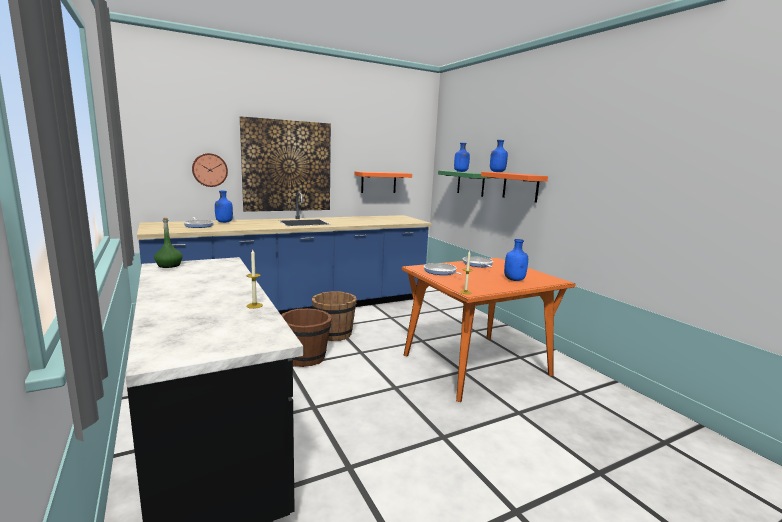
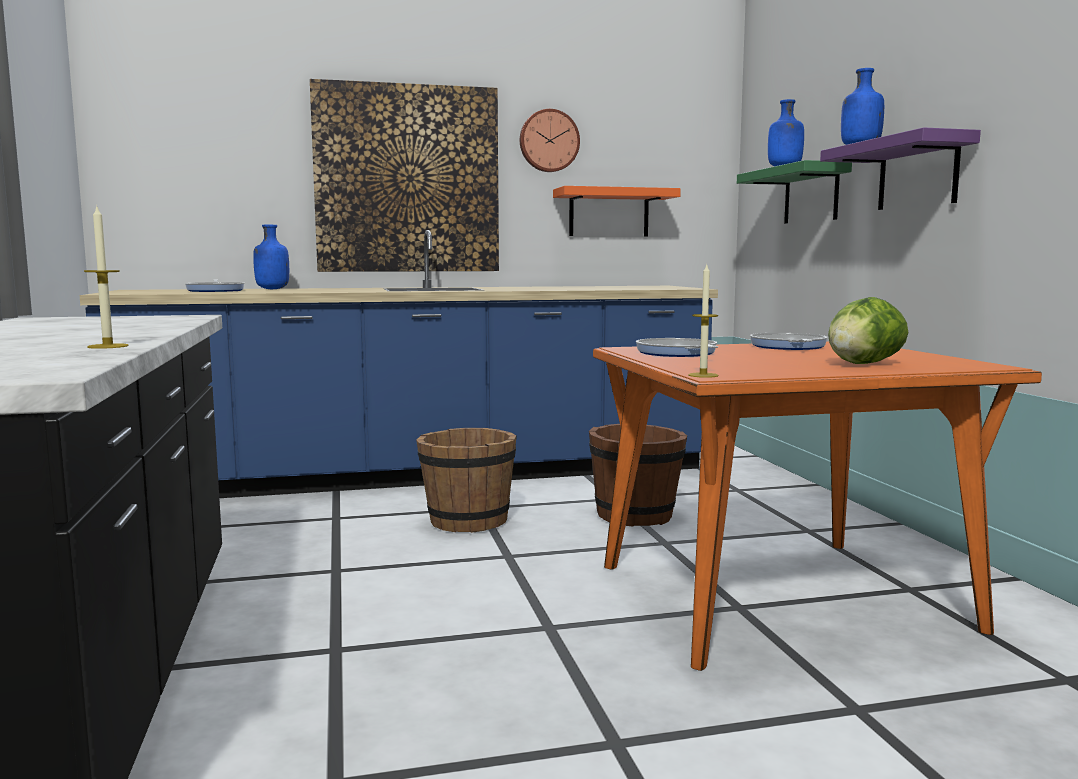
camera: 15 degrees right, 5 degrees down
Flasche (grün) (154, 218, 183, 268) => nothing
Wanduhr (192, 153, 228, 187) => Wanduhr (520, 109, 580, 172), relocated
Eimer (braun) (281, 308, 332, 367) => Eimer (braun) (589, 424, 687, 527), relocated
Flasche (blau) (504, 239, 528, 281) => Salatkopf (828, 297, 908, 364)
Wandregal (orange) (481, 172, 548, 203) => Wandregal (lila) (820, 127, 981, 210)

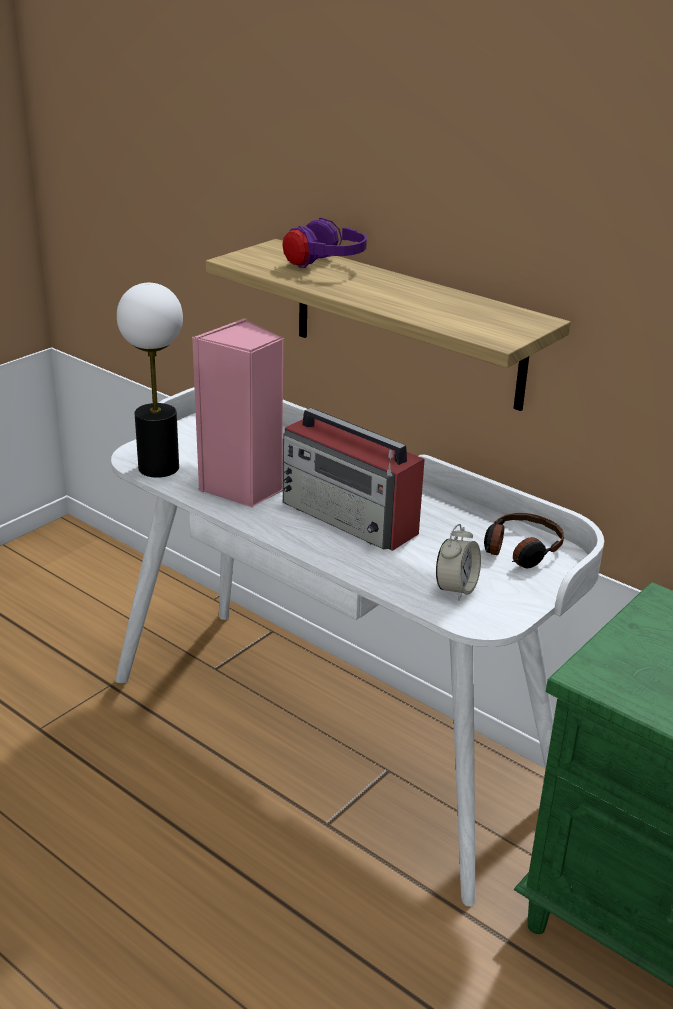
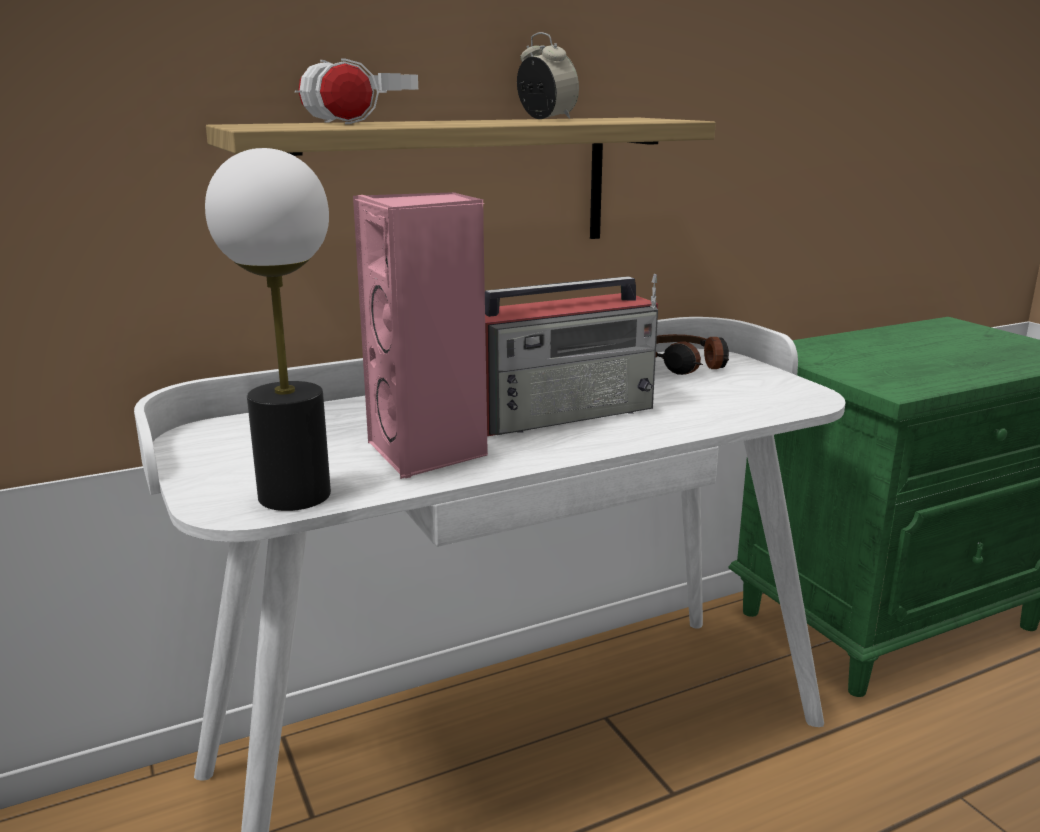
camera: 65 degrees left, 10 degrees down
Wecker (436, 524, 481, 601) => Wecker (517, 32, 579, 119), relocated
Kopfhörer (lila) (282, 218, 367, 268) => Kopfhörer (weiß) (295, 59, 418, 124)

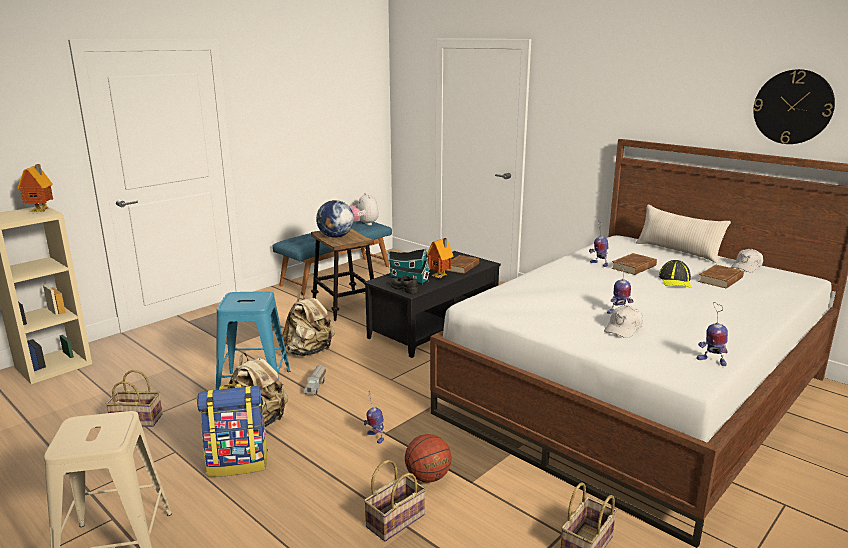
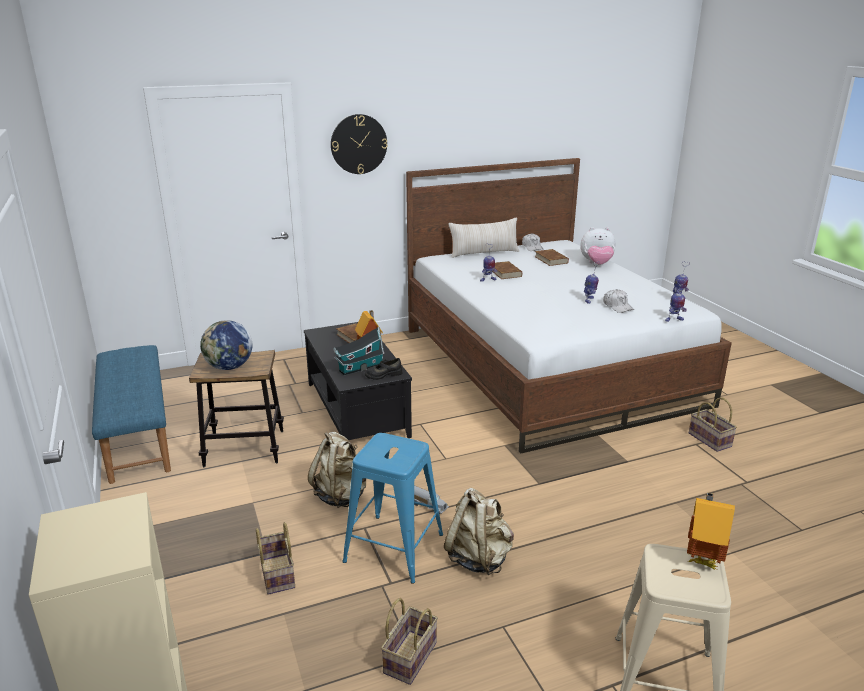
camera: 65 degrees left, 5 degrees up
Rucksack (197, 384, 268, 477) => nothing
Basketball (405, 434, 452, 483) => nothing
Kappe (659, 260, 692, 288) => nothing
Spielzeughaus (17, 164, 53, 212) => Spielzeughaus (687, 492, 735, 569), relocated
Plüschtier (349, 193, 379, 226) => Plüschtier (580, 227, 616, 264), relocated
Spielzeugroboter (364, 391, 384, 444) => Spielzeugroboter (665, 279, 687, 322), relocated
Korb (364, 460, 426, 542) => Korb (256, 522, 295, 595), relocated
Wanduhr (753, 69, 835, 144) => Wanduhr (331, 114, 387, 174), relocated

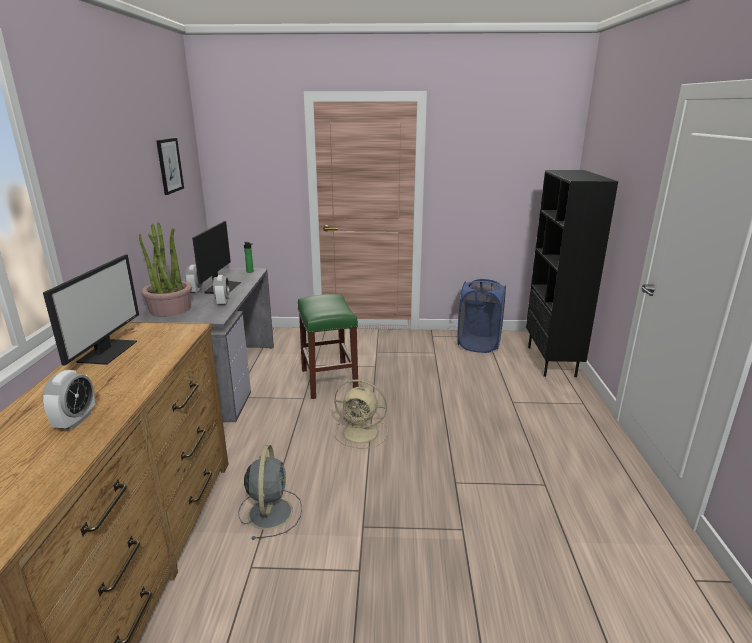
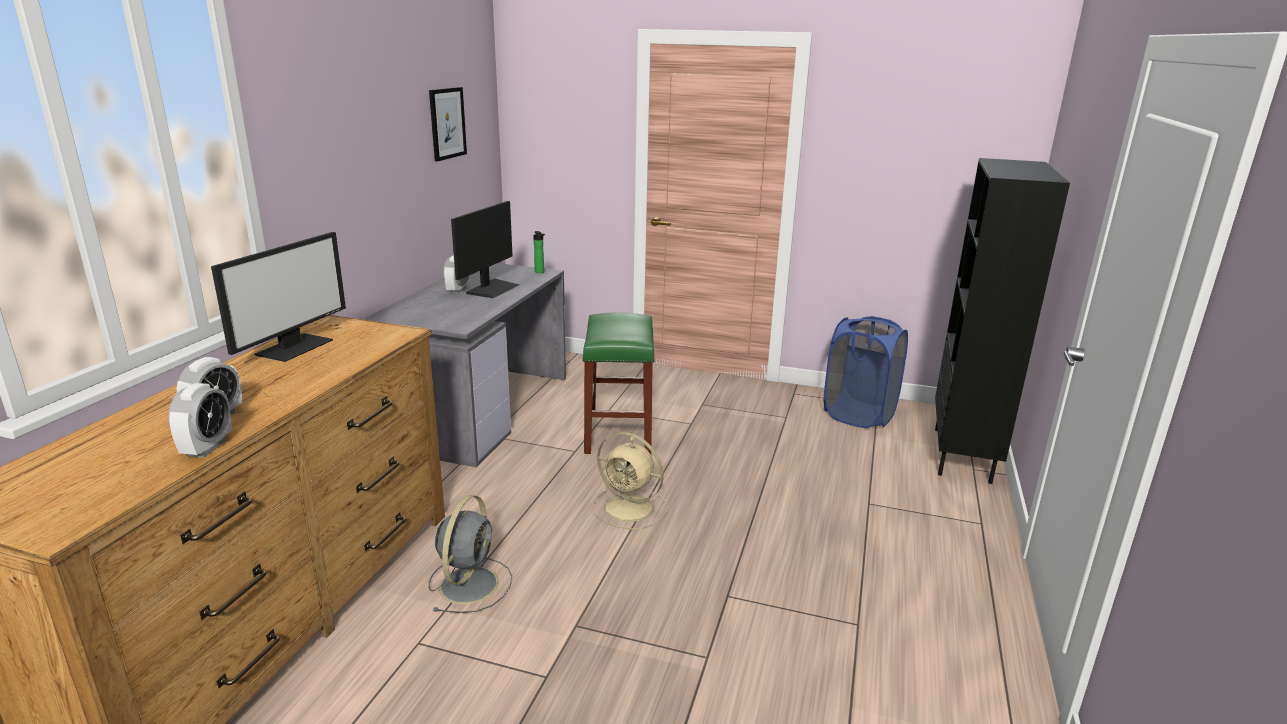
camera: 15 degrees right, 0 degrees up
Topfpflanze (139, 222, 192, 317) => nothing
Wecker (213, 275, 229, 306) => Wecker (168, 383, 232, 458), relocated

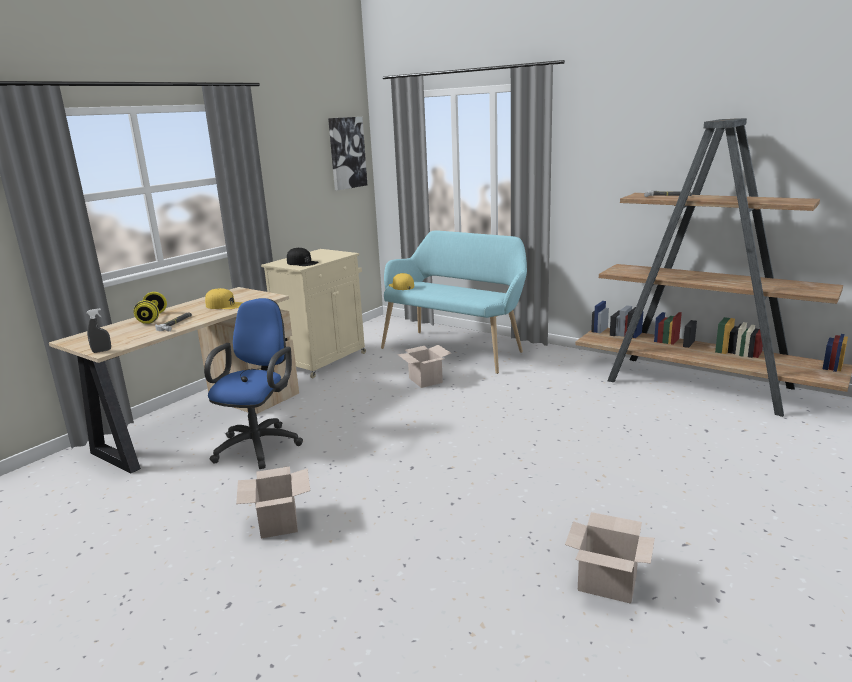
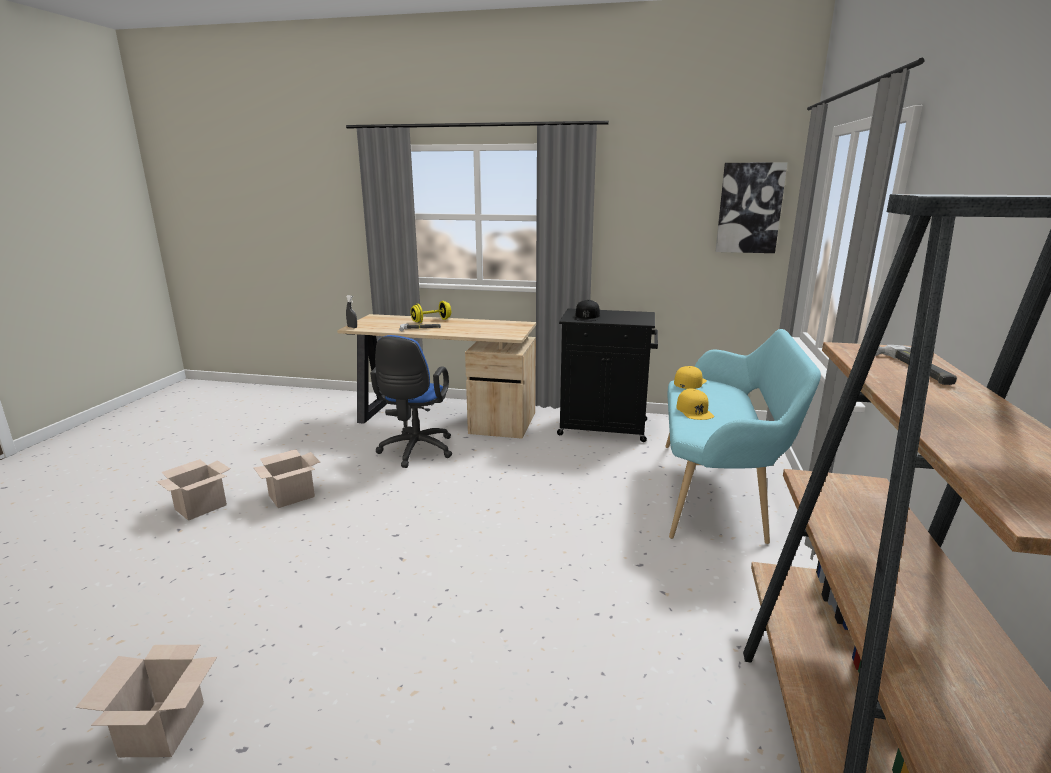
camera: 65 degrees right, 0 degrees up
Kappe (gelb) (205, 288, 243, 309) => Kappe (gelb) (676, 389, 714, 420), relocated
Karton (397, 345, 451, 388) => Karton (156, 459, 231, 521), relocated
Schrank (beige) (261, 249, 366, 378) => Schrank (schwarz) (557, 308, 658, 442)
Bürostuhl (blau) (204, 298, 303, 469) => Bürostuhl (blau) (370, 335, 452, 468), 105 degrees clockwise

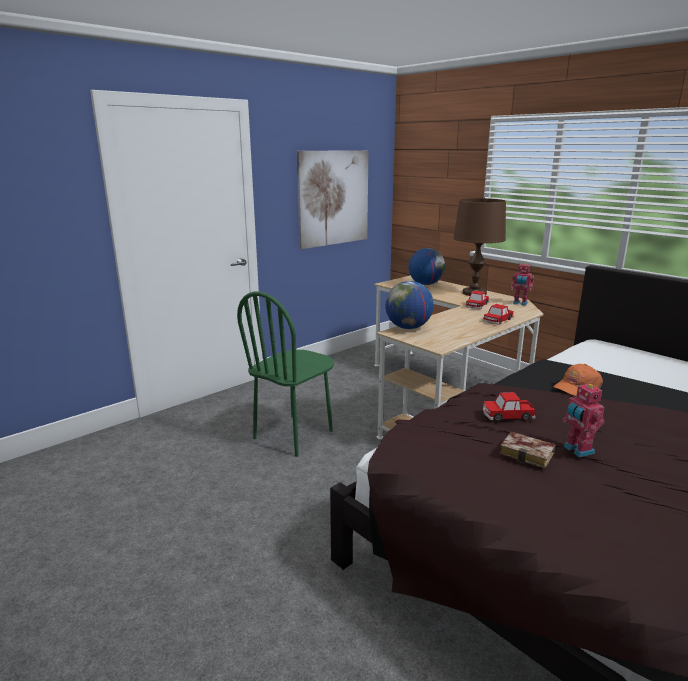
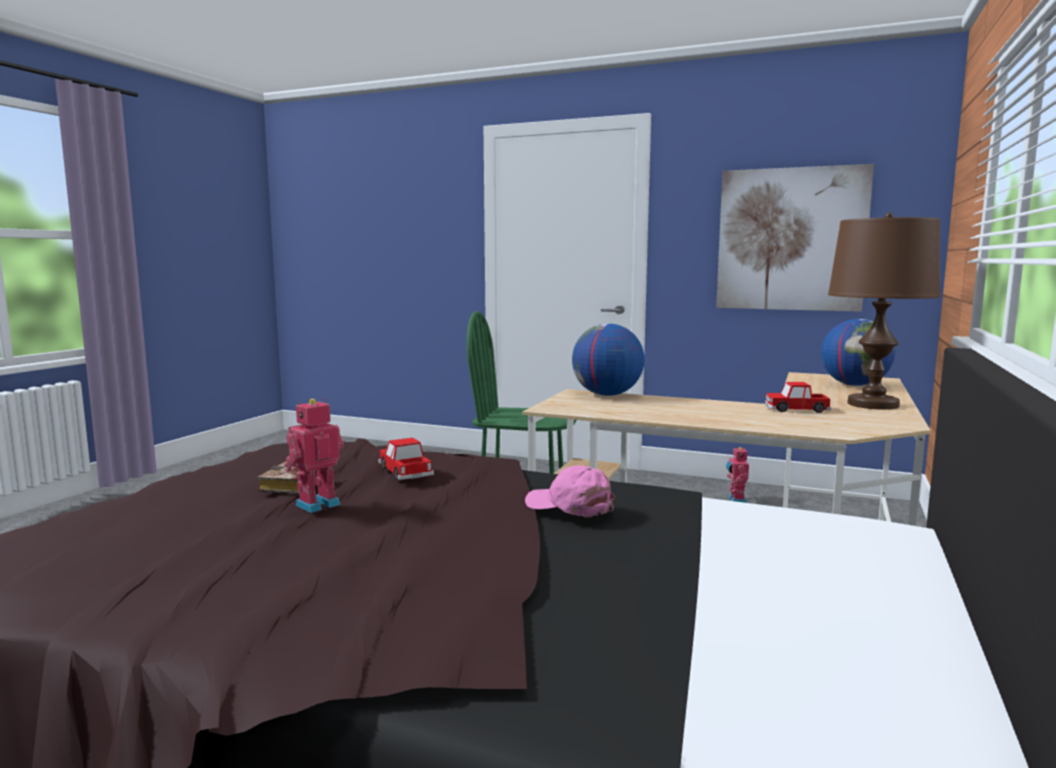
camera: 65 degrees right, 10 degrees down
Spielzeugauto (483, 304, 514, 325) => nothing
Spielzeugroboter (511, 263, 534, 306) => Spielzeugroboter (726, 446, 749, 503), relocated
Kappe (orange) (554, 364, 603, 396) => Kappe (rosa) (525, 465, 616, 517)

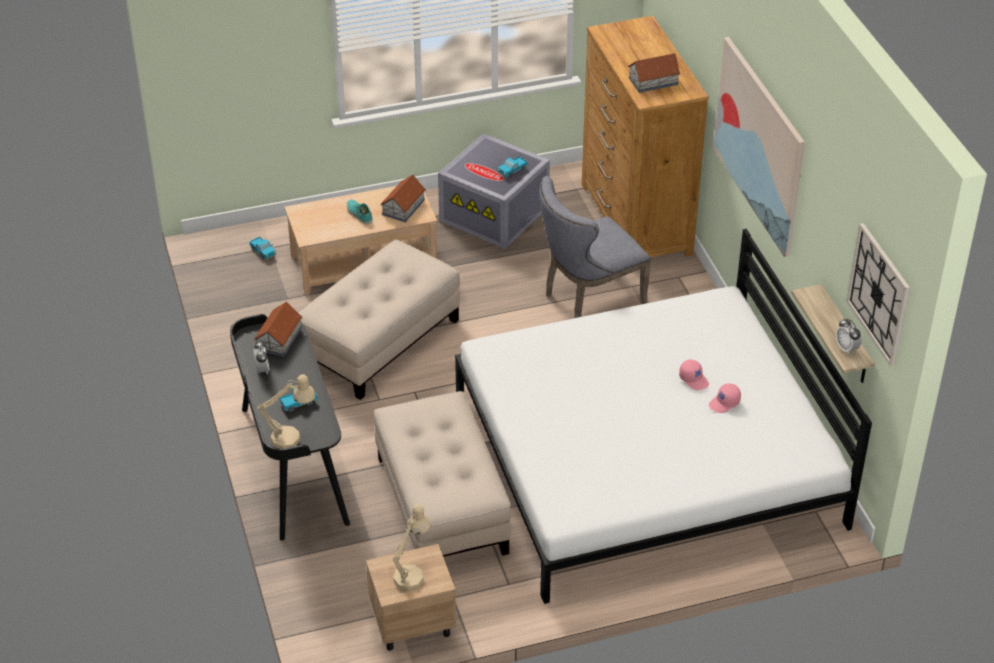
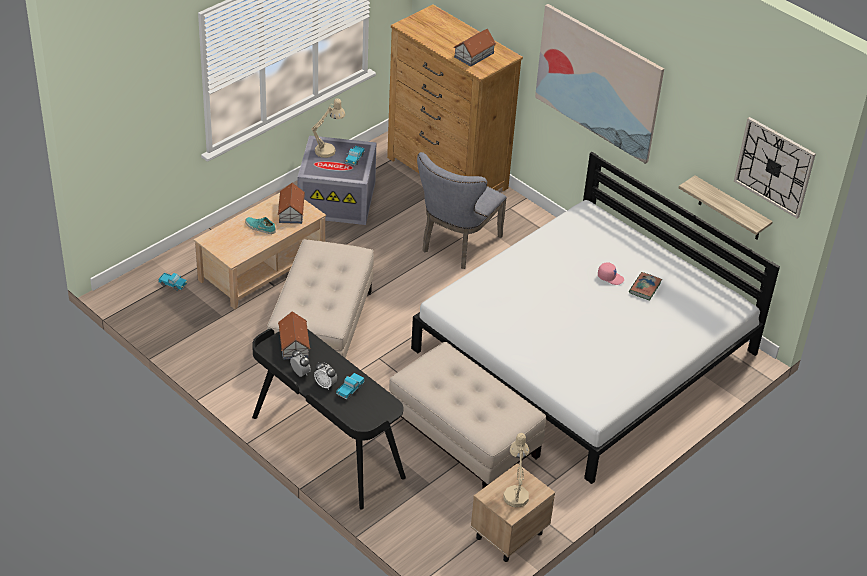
camera: 30 degrees left, 0 degrees up
Tischlampe (beige) (257, 374, 316, 448) => Tischlampe (beige) (311, 98, 345, 158), relocated
Wecker (836, 319, 862, 354) => Wecker (314, 362, 337, 390), relocated
Kappe (rosa) (709, 383, 741, 413) => Buch (629, 272, 662, 300)

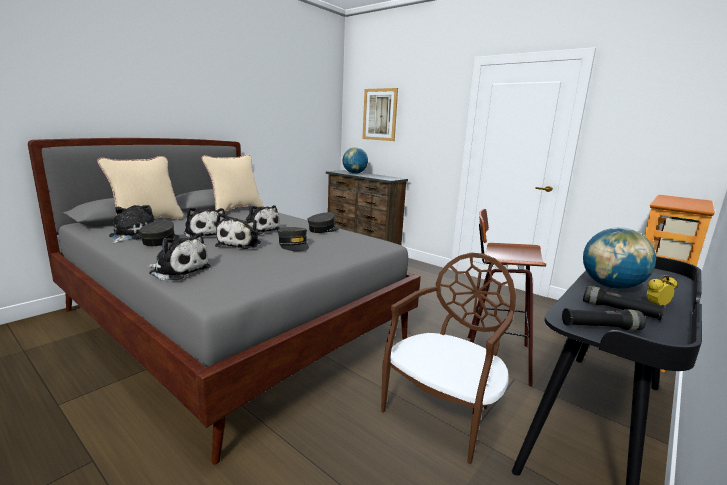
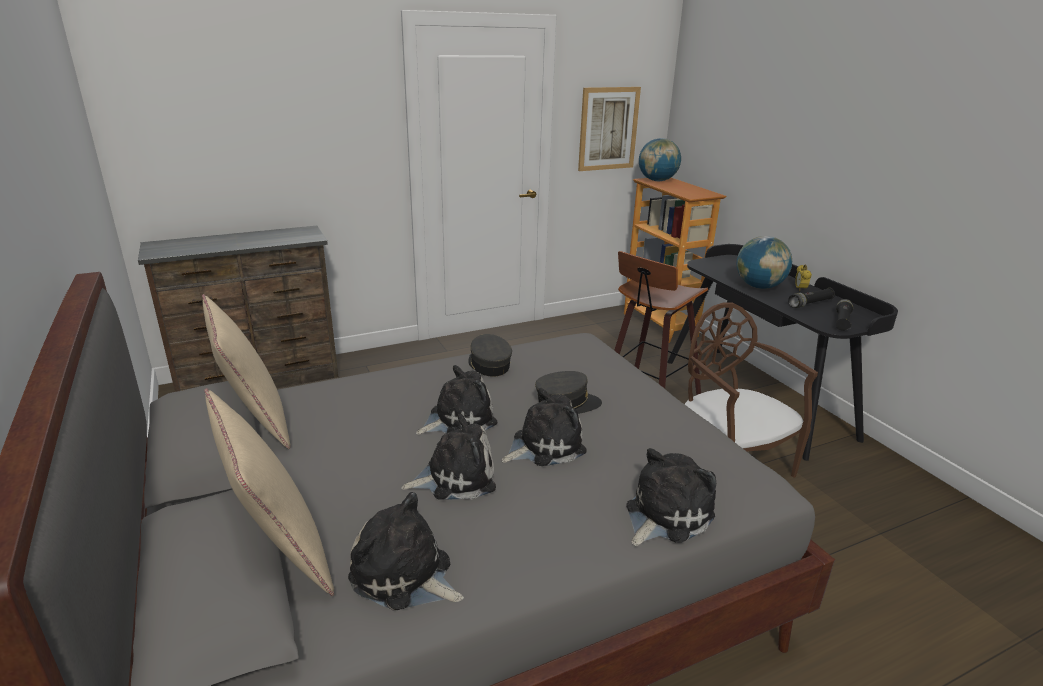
camera: 65 degrees left, 10 degrees up
Kappe (grau) (139, 220, 180, 246) => nothing
Globus (343, 147, 368, 174) => Globus (639, 138, 681, 181), relocated
Bild (362, 88, 398, 141) => Bild (578, 87, 641, 171), relocated
Plüschtier (215, 213, 261, 249) => Plüschtier (501, 388, 587, 466), 60 degrees counterclockwise

